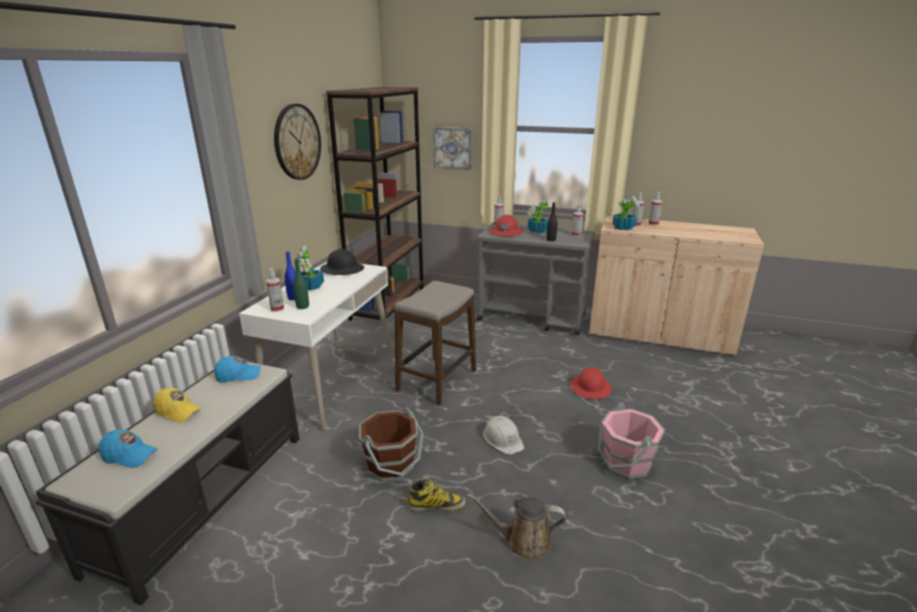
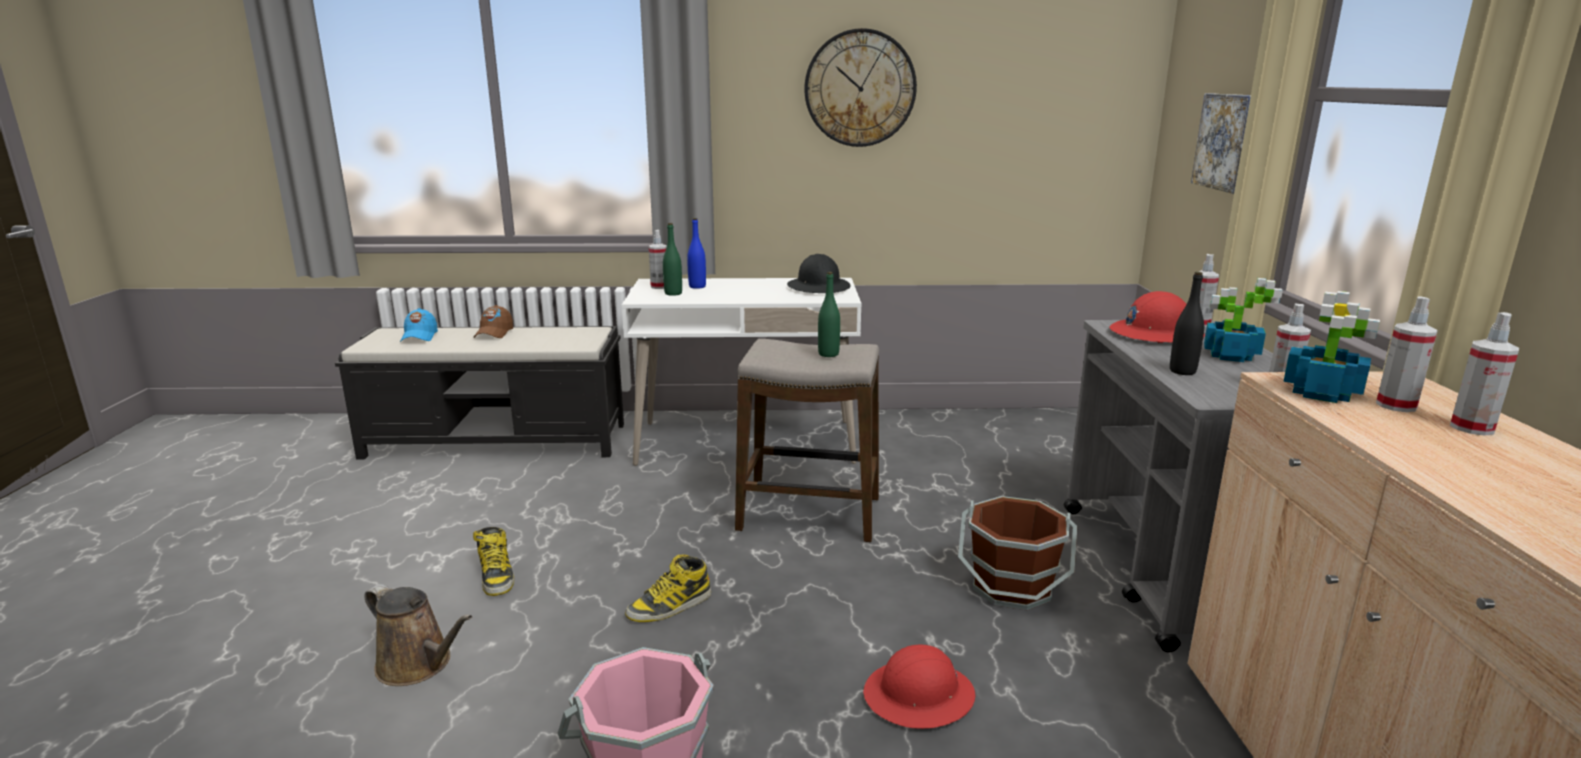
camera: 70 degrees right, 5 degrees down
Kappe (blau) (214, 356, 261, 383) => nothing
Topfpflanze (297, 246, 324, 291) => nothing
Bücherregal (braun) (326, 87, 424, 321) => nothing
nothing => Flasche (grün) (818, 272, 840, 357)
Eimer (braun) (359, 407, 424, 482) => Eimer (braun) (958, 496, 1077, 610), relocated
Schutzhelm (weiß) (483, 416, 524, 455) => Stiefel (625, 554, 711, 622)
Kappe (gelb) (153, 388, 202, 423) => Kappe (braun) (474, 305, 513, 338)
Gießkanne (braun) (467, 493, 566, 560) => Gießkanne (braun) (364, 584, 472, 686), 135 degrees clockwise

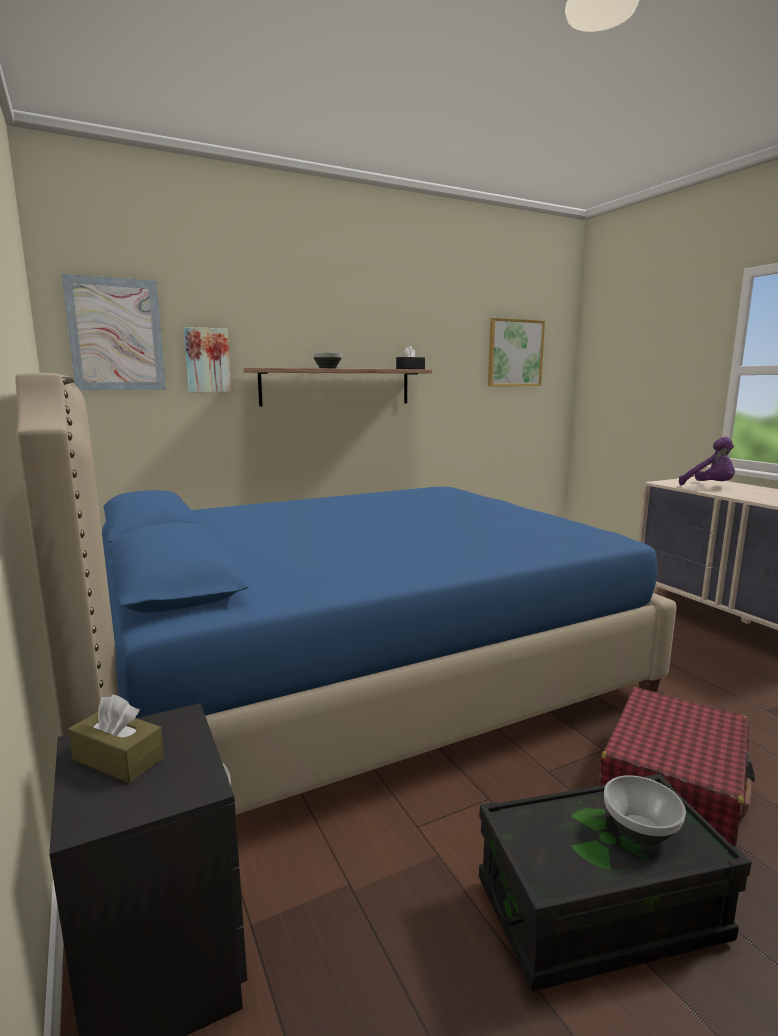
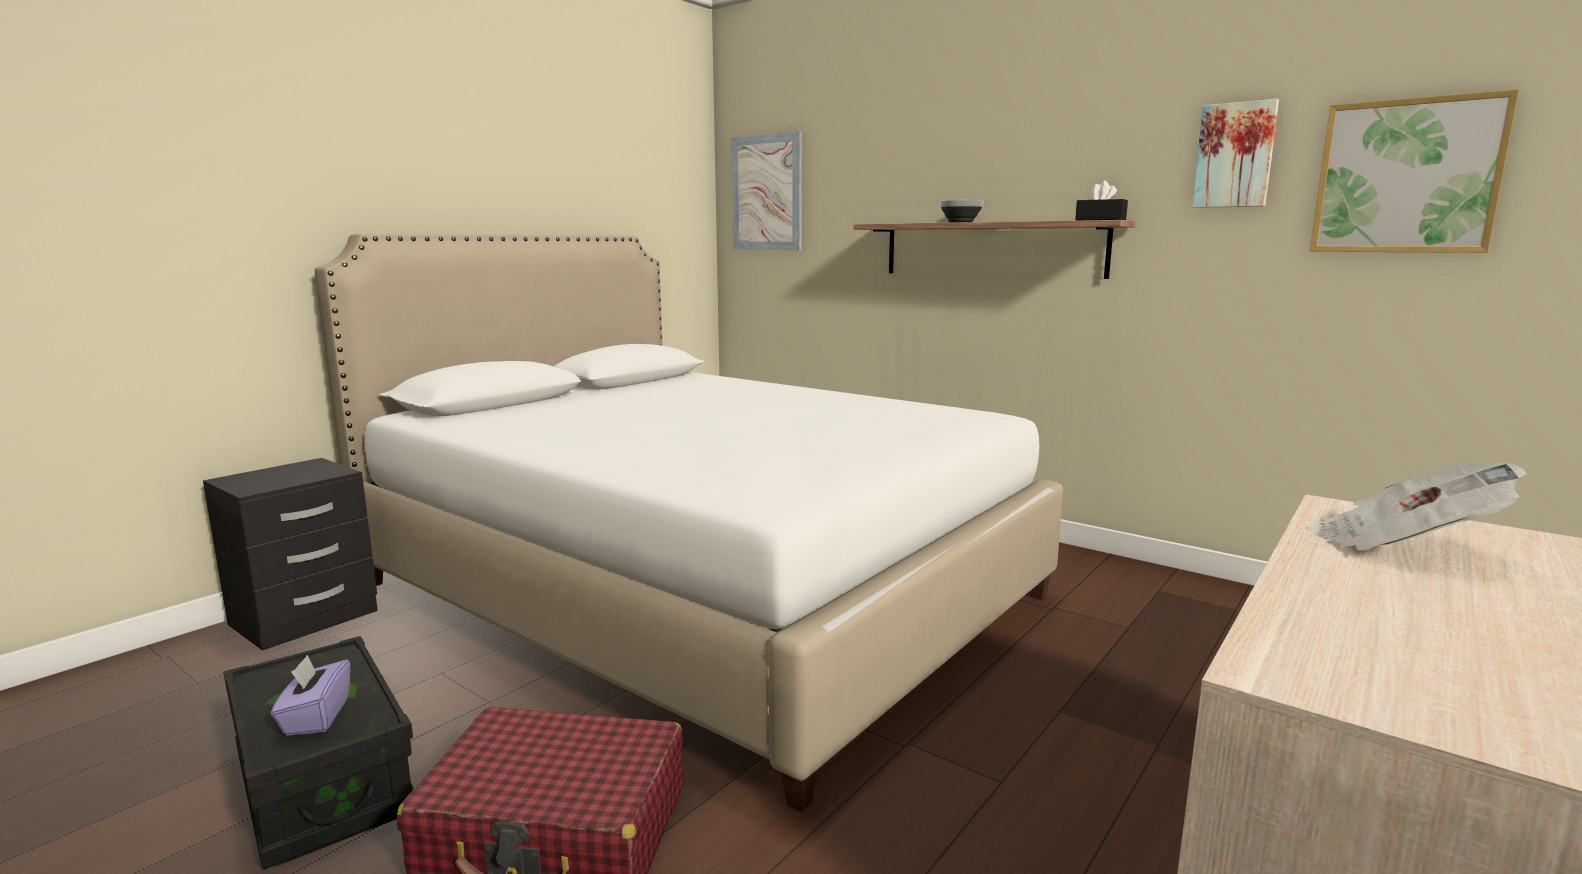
camera: 65 degrees right, 0 degrees up
Taschentuchbox (braun) (68, 694, 164, 783) => nothing
Bild (184, 327, 231, 392) => Bild (1192, 99, 1279, 208), relocated
Schüssel (604, 775, 686, 846) => Taschentuchbox (lila) (271, 655, 350, 736)
Plüschtier (lila) (679, 437, 735, 485) => Zeitung (1308, 463, 1528, 551)
Bett (blau) (15, 373, 677, 815) => Bett (weiß) (314, 234, 1063, 812)

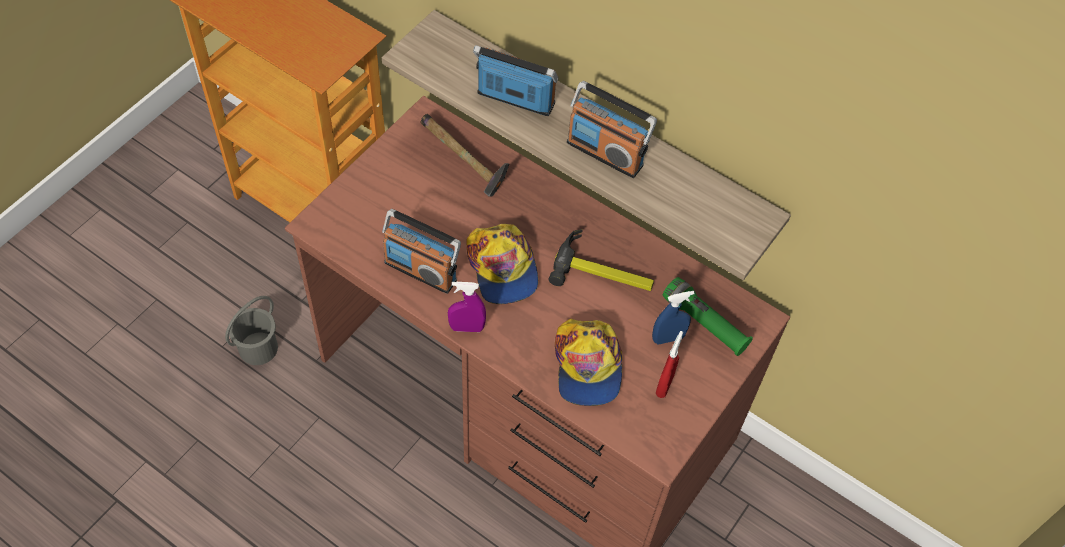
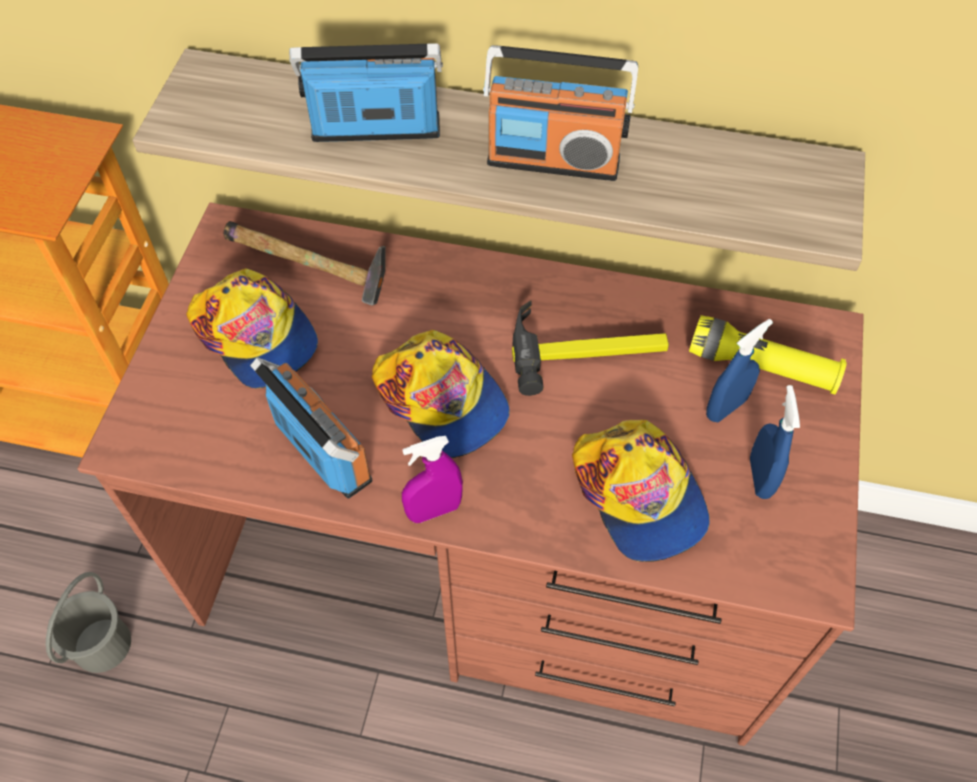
camera: 20 degrees left, 0 degrees up
nothing => Kappe (186, 268, 318, 388)
Sprühflasche (rot) (656, 331, 683, 398) => Sprühflasche (blau) (750, 385, 800, 499)
Taschenlampe (grün) (663, 277, 753, 356) => Taschenlampe (gelb) (689, 315, 846, 395)
Radio (382, 209, 461, 294) => Radio (250, 357, 373, 498), 135 degrees counterclockwise

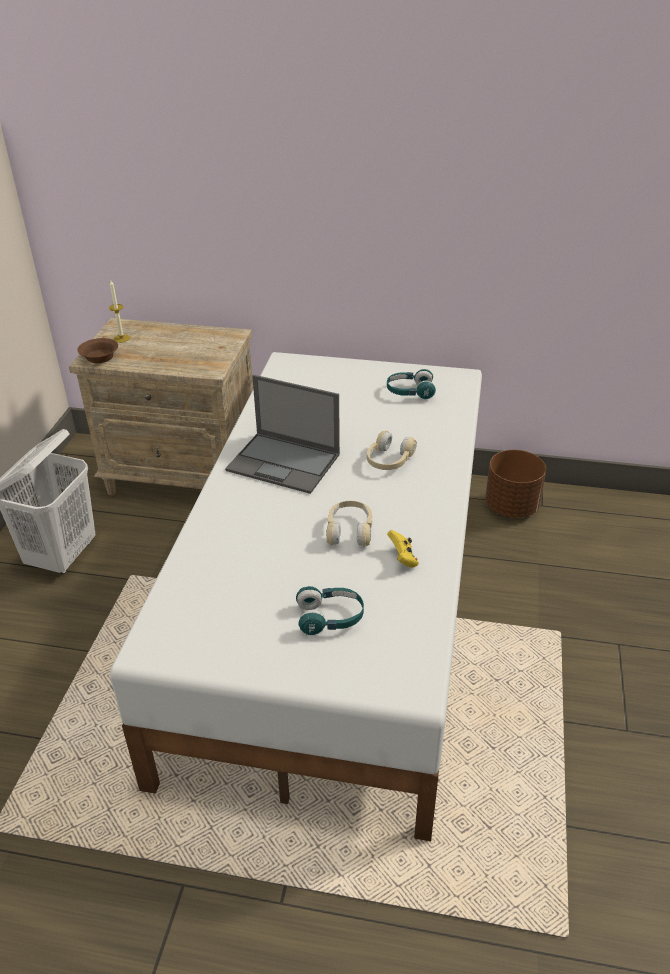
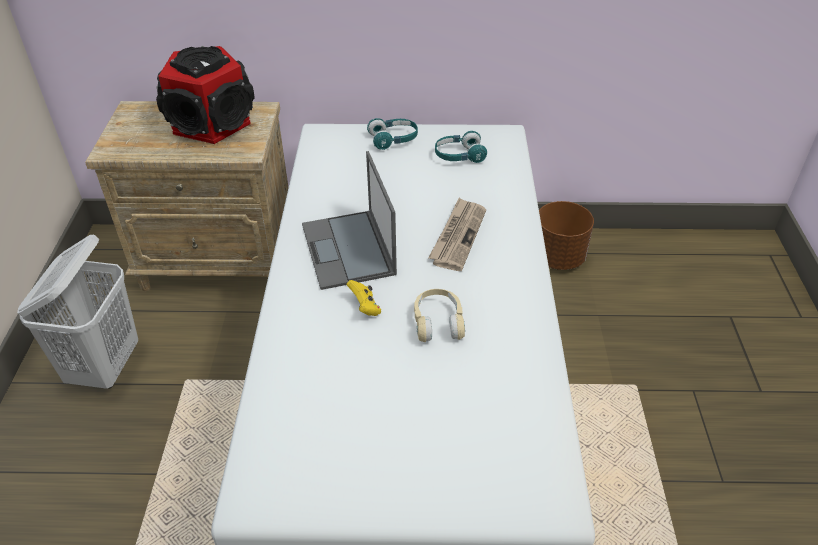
camera: 10 degrees left, 5 degrees up
Schüssel (braun) (77, 338, 118, 363) => nothing
Kerze (109, 281, 130, 343) => nothing
nothing => Lautsprecher (156, 46, 255, 144)
Kopfhörer (türkis) (296, 586, 364, 635) => Kopfhörer (türkis) (367, 118, 418, 150), relocated
Gamepad (gelb) (387, 530, 419, 568) => Gamepad (gelb) (347, 280, 381, 316), relocated
Kopfhörer (beige) (367, 431, 417, 470) => Zeitung (428, 197, 486, 271)
Laptop (225, 375, 340, 494) => Laptop (302, 151, 397, 290), 60 degrees clockwise

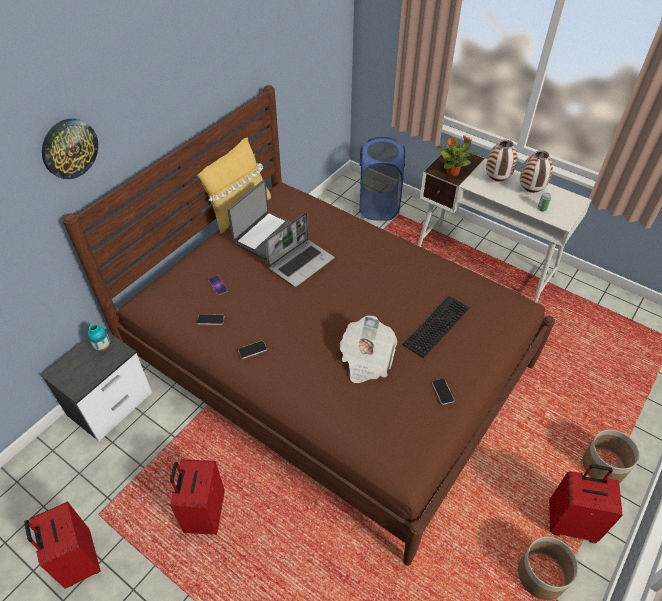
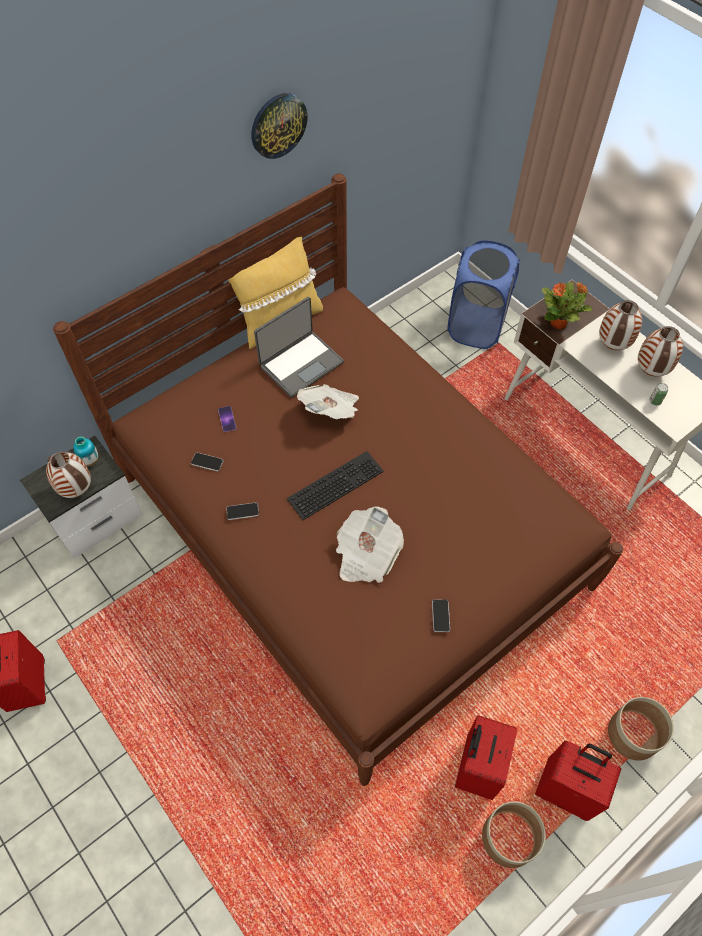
camera: 15 degrees right, 10 degrees up
nothing => Vase (46, 451, 91, 498)
Wanduhr (42, 118, 98, 179) => Wanduhr (251, 93, 308, 159), relocated
Koffer (rot) (170, 459, 225, 535) => Koffer (rot) (455, 715, 517, 800), relocated
Tastatur (403, 296, 470, 358) => Tastatur (287, 451, 384, 520), relocated
Laptop (265, 212, 335, 287) => Zeitung (297, 384, 359, 419)

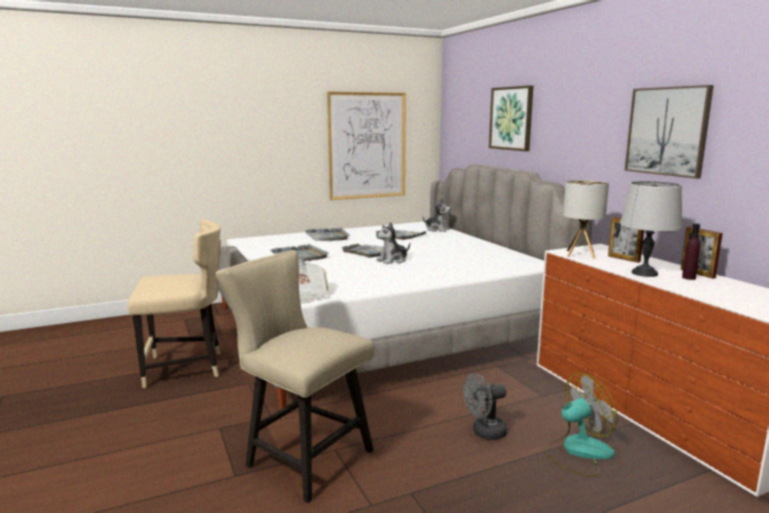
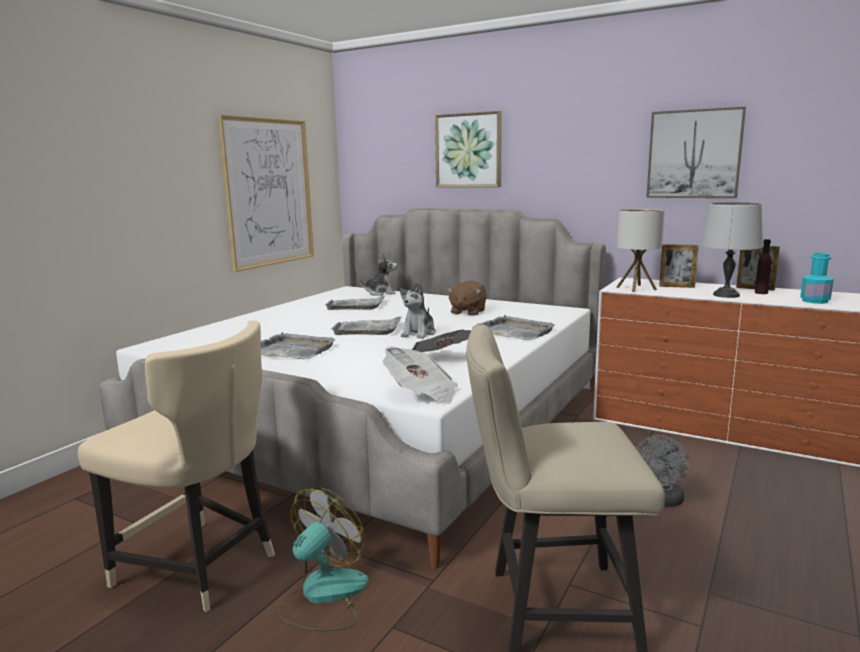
camera: 35 degrees left, 0 degrees up
nothing => Zeitung (412, 330, 471, 352)
nothing => Plüschtier (braun) (447, 281, 487, 316)
nothing => Flasche (türkis) (800, 253, 834, 304)
Tablett (grau) (305, 227, 350, 241) => Tablett (grau) (472, 315, 555, 340), relocated
Ventilator (544, 373, 618, 477) => Ventilator (279, 487, 369, 631), relocated
Stuhl (beige) (128, 219, 221, 388) => Stuhl (beige) (78, 321, 275, 612), 75 degrees clockwise

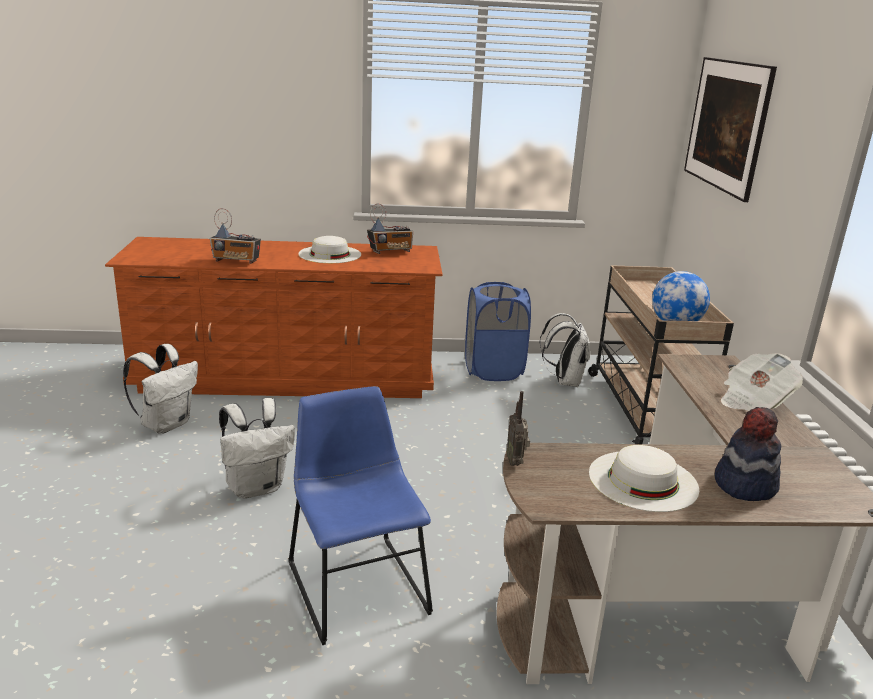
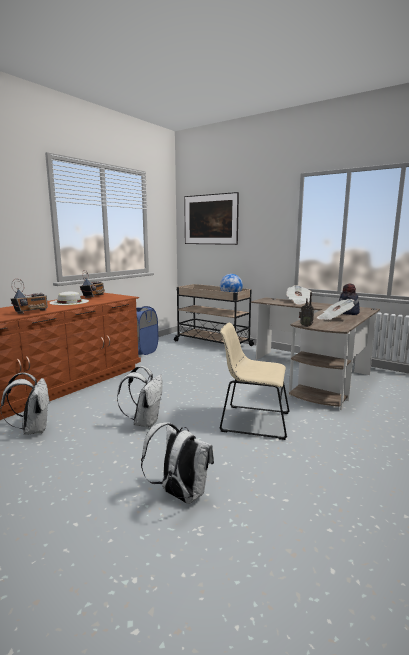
camera: 50 degrees left, 10 degrees down
Rucksack (weiß) (539, 313, 590, 387) => Rucksack (weiß) (141, 422, 214, 504), relocated
Hut (weiß) (589, 445, 699, 512) => Zeitung (317, 299, 354, 320)
Stuhl (blau) (289, 386, 433, 645) => Stuhl (beige) (220, 322, 290, 440)

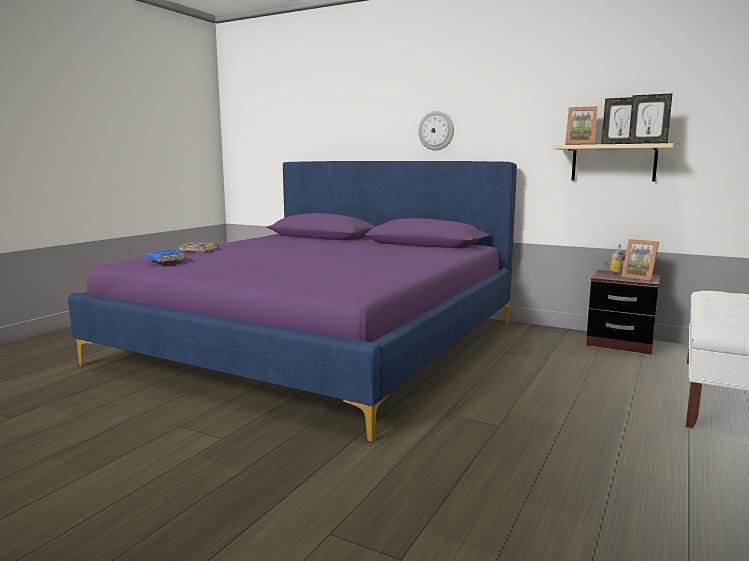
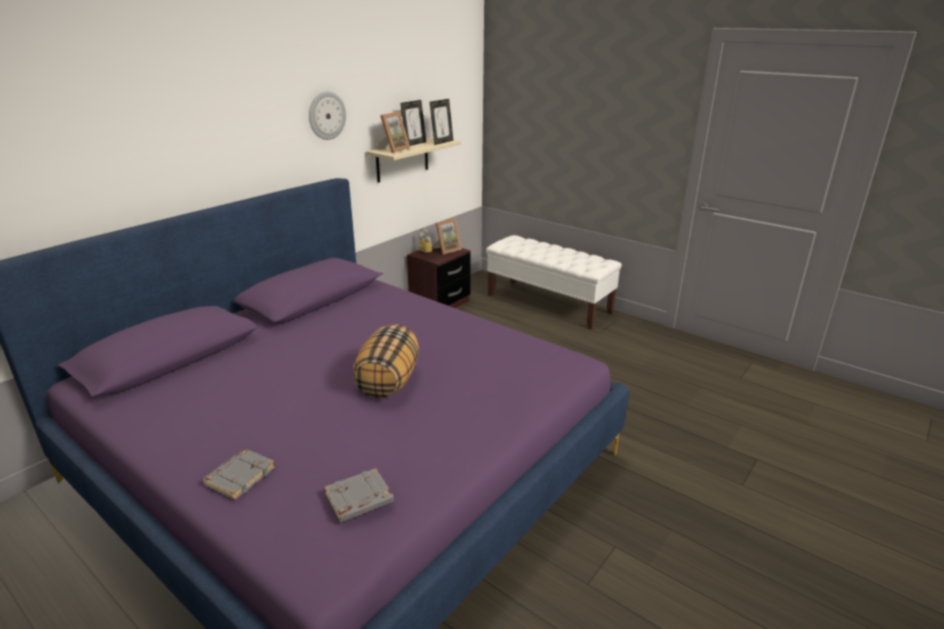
camera: 80 degrees left, 15 degrees up
nothing => Kissen (353, 324, 419, 398)
Wanduhr (418, 111, 454, 150) => Wanduhr (309, 91, 346, 140), relocated
Buch (blau) (145, 250, 185, 262) => Buch (grau) (324, 468, 394, 522)

